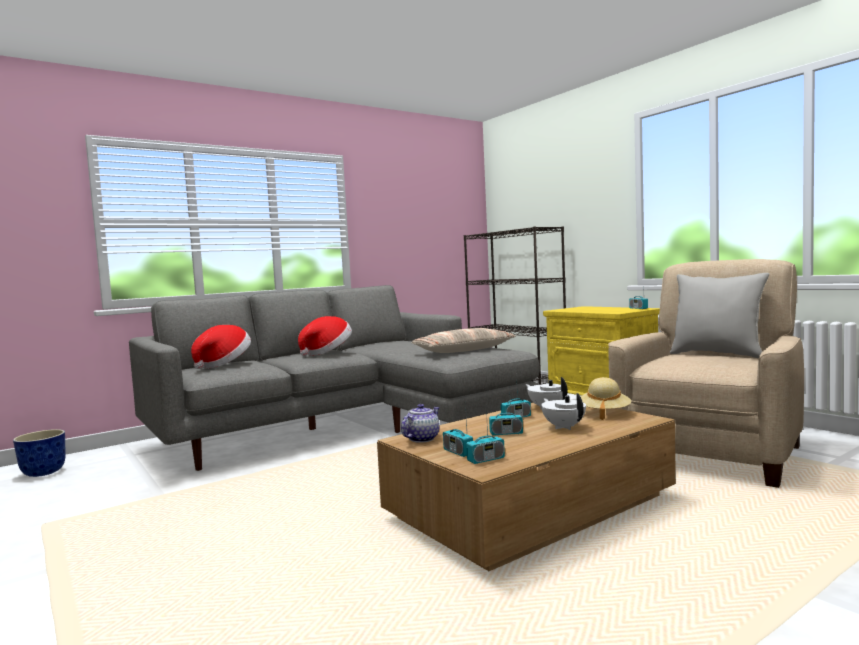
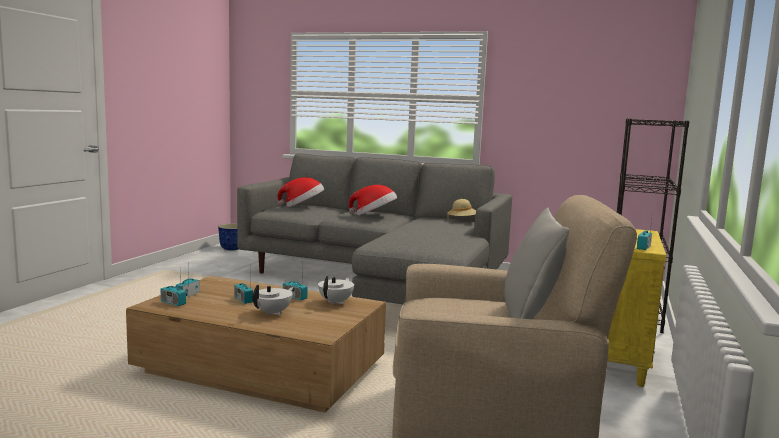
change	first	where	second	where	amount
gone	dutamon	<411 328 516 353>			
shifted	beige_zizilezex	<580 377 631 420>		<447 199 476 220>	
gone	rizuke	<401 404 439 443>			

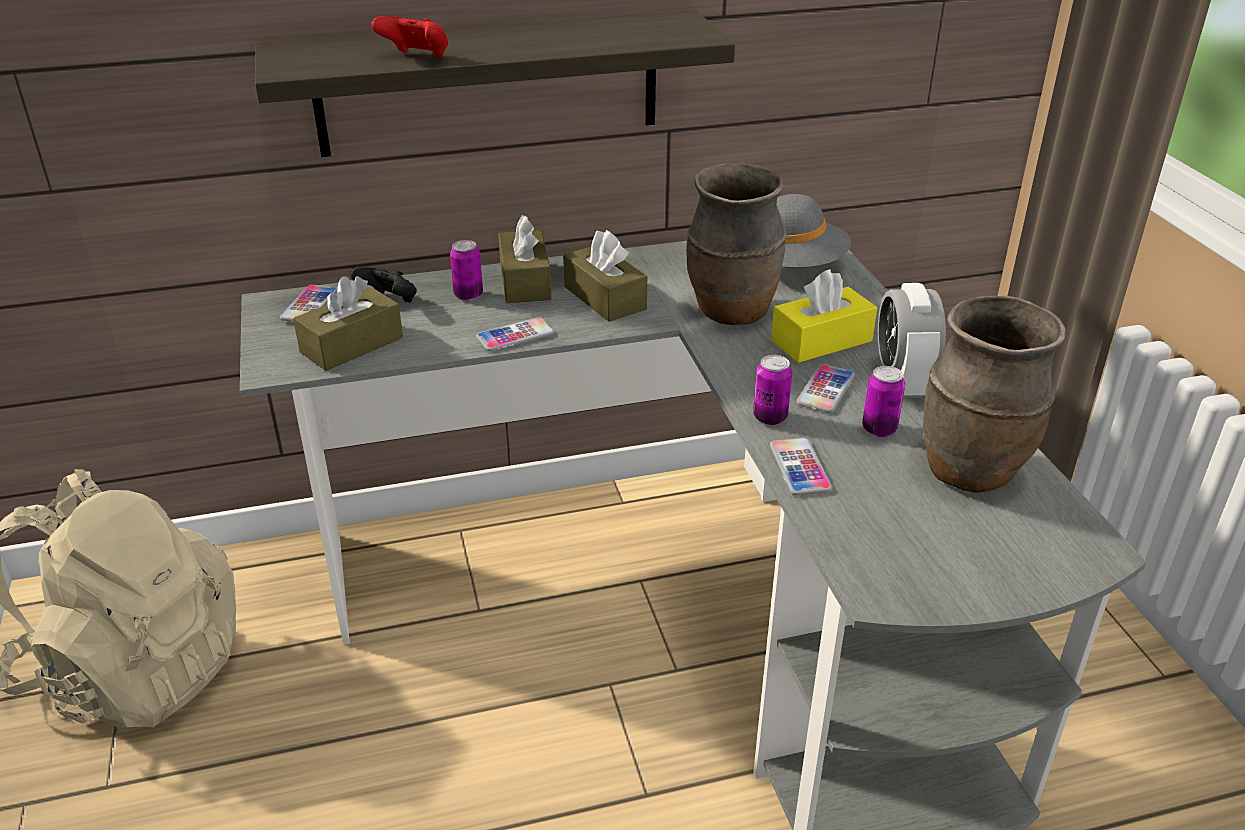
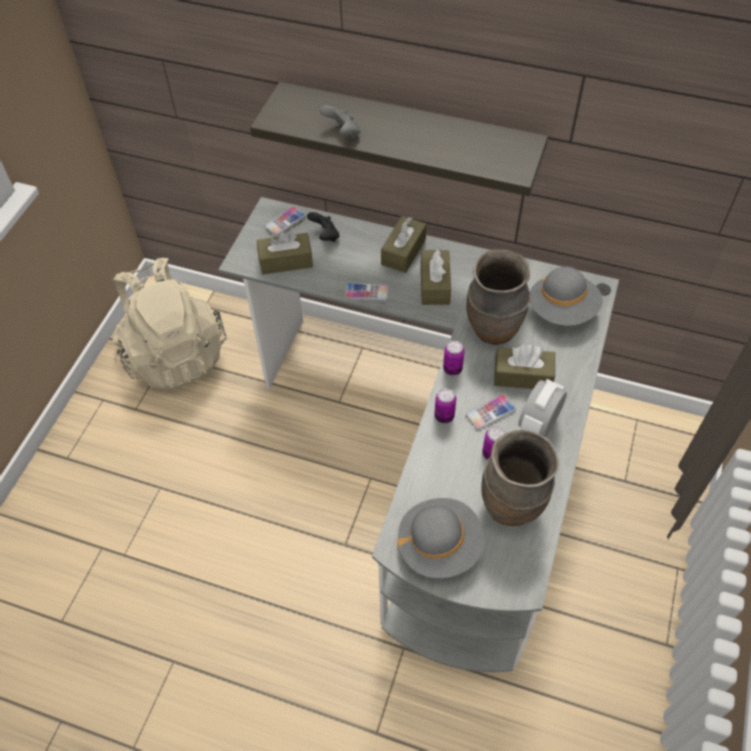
change	first	where	second	where	amount
repainted	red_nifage	<371 16 448 58>	grey_nifage	<320 105 361 138>	
shifted	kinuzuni	<450 240 483 301>		<443 341 465 375>	
repainted	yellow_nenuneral	<771 269 877 363>	brown_nenuneral	<494 345 555 389>	
gone	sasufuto	<770 438 832 496>			
new			grey_zizilezex	<397 498 484 578>	

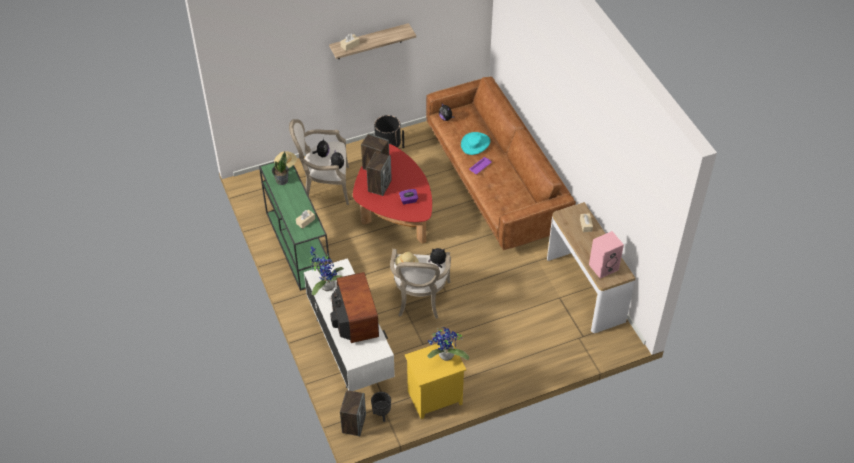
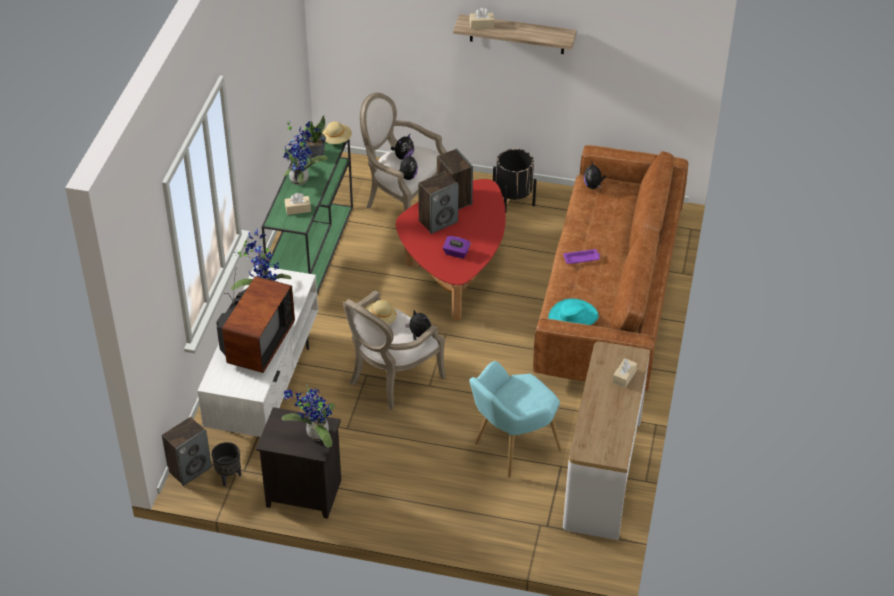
change	first	where	second	where	amount
shifted	turquoise_zizilezex	<461 132 490 155>		<548 299 599 325>	
gone	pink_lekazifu	<589 231 624 278>			
repainted	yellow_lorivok	<405 343 466 419>	black_lorivok	<256 407 341 519>	
new			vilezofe	<283 120 328 185>	
new			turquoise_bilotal	<469 361 562 477>	

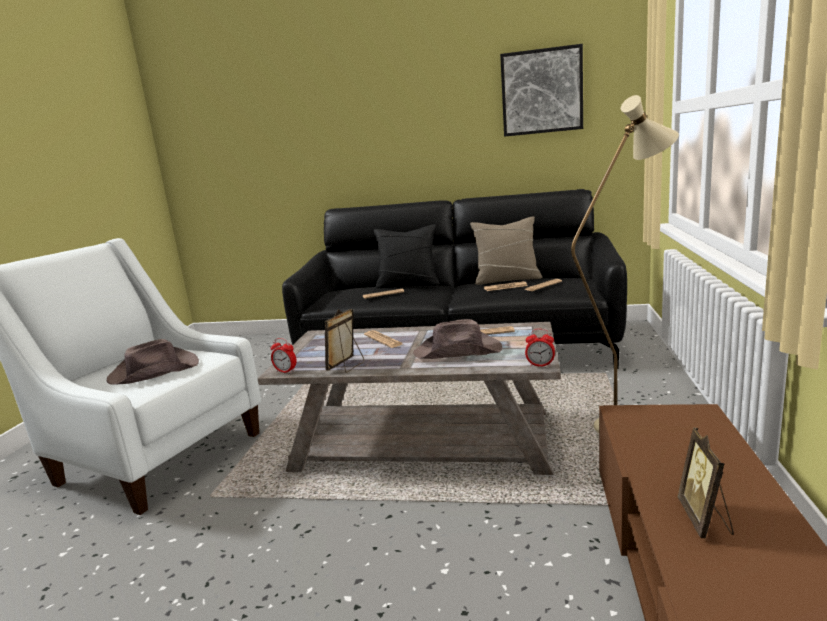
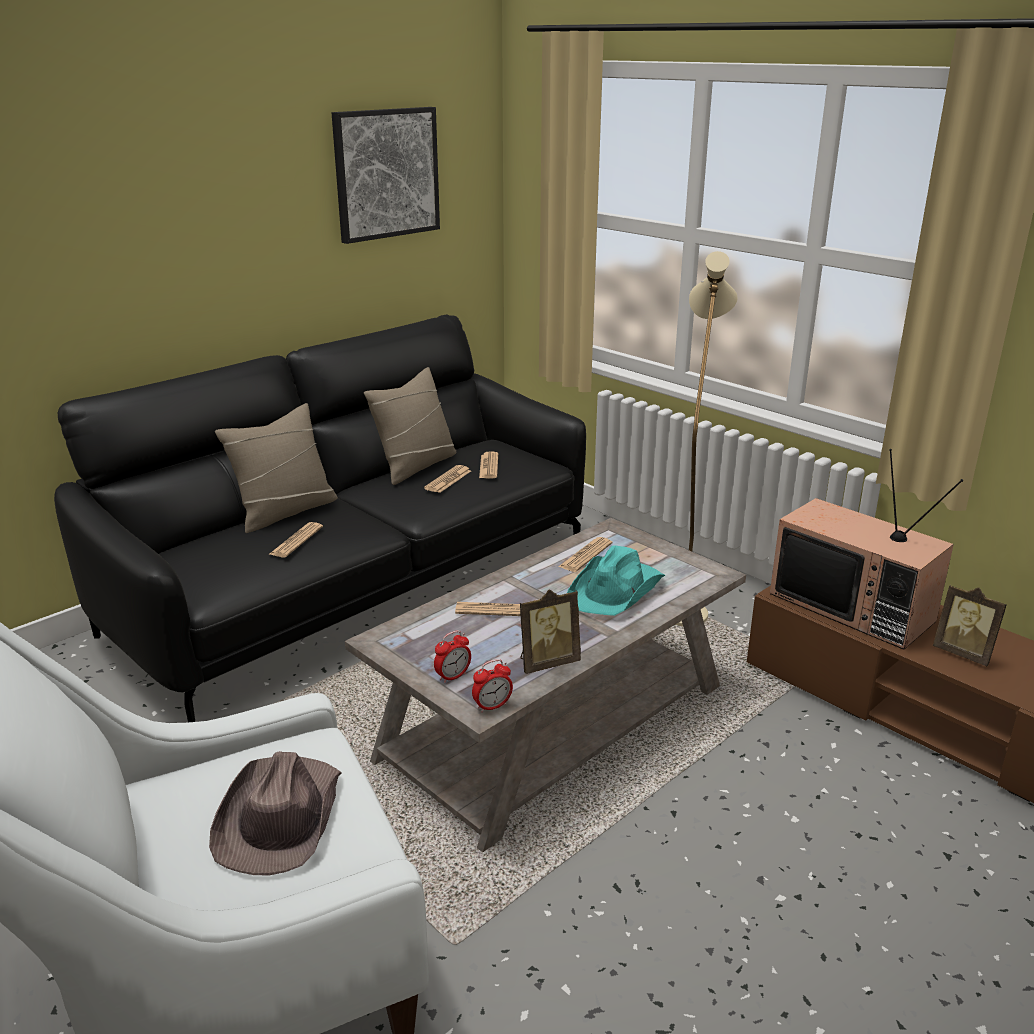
change	first	where	second	where	amount
repainted	black_dutamon	<374 224 440 288>	beige_dutamon	<215 403 338 533>	
rotated	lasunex	<325 309 364 373>		<520 589 581 674>	90 degrees counterclockwise
repainted	brown_zizilezex	<413 319 502 359>	turquoise_zizilezex	<567 545 665 616>	
shifted	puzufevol	<525 329 555 367>		<434 630 471 683>	
new			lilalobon	<770 449 963 650>	

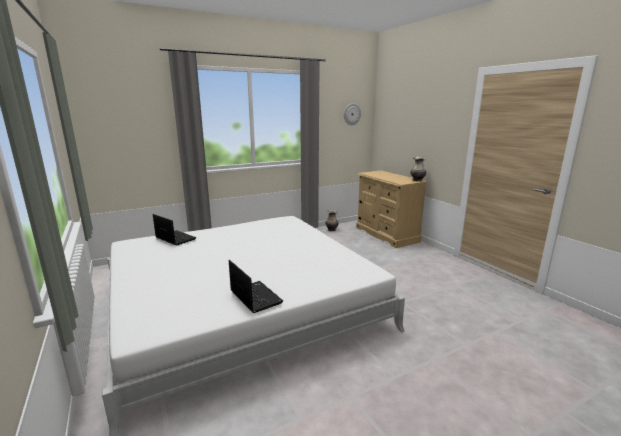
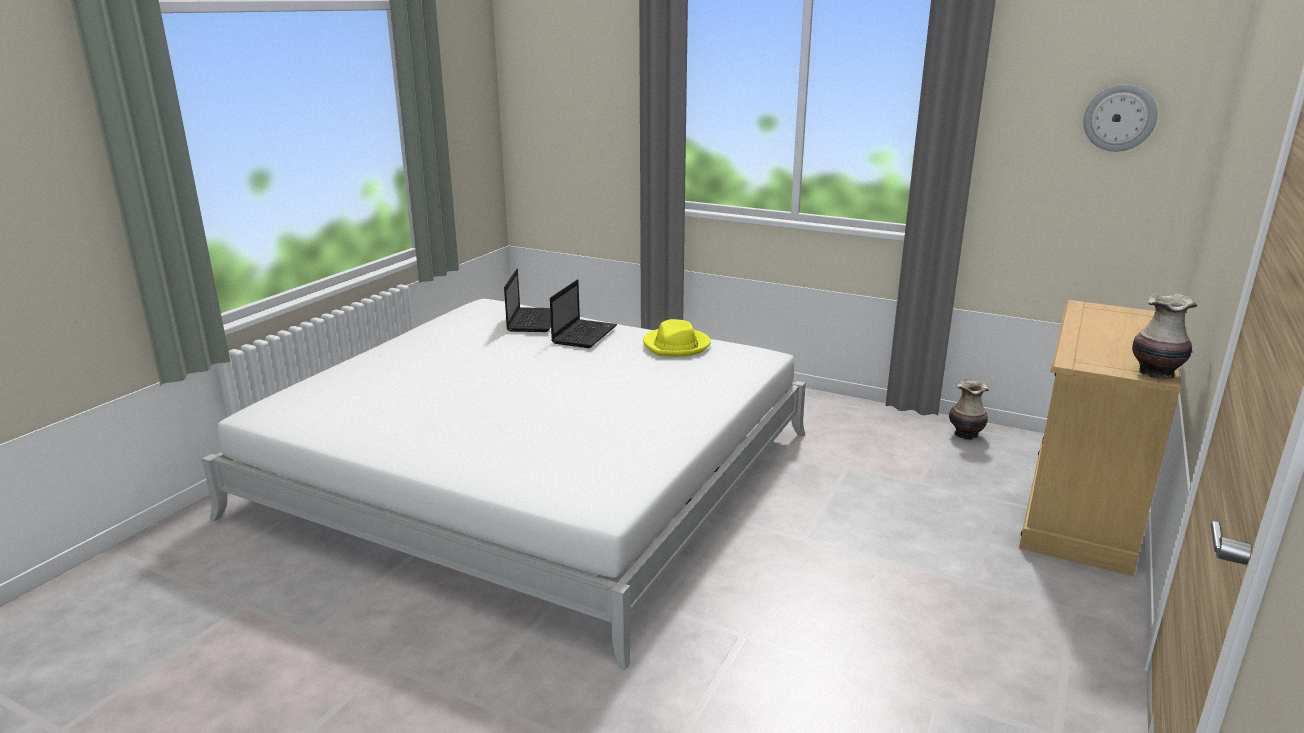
change	first	where	second	where	amount
shifted	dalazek	<229 260 283 313>		<550 280 617 348>	
new			yellow_zizilezex	<643 319 711 357>	

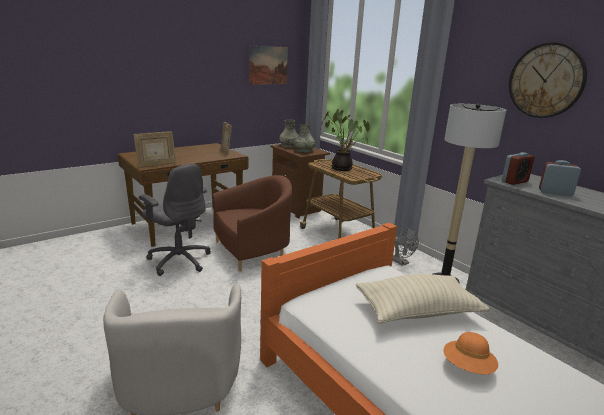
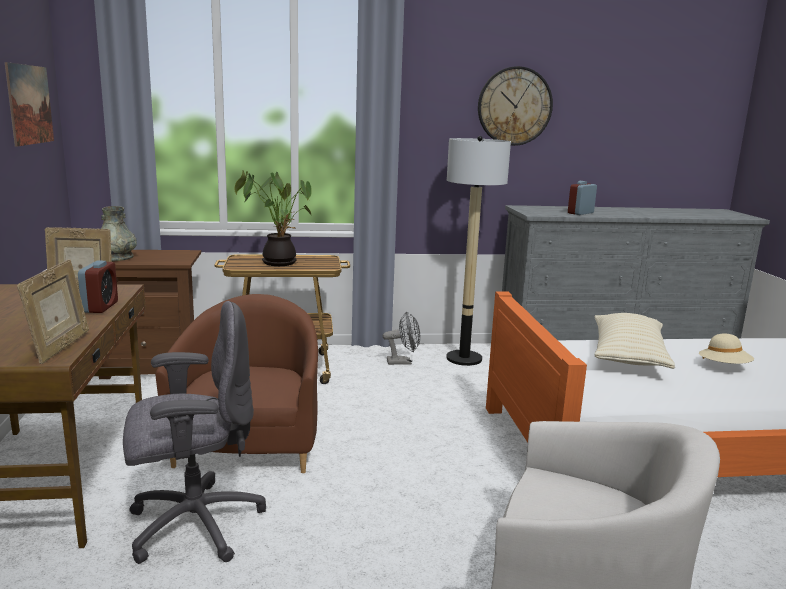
change	first	where	second	where	amount
gone	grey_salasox	<294 124 316 153>			
shifted	puzufevol	<502 152 535 185>		<78 261 118 313>	
repainted	orange_zizilezex	<443 332 498 374>	beige_zizilezex	<699 334 754 364>	

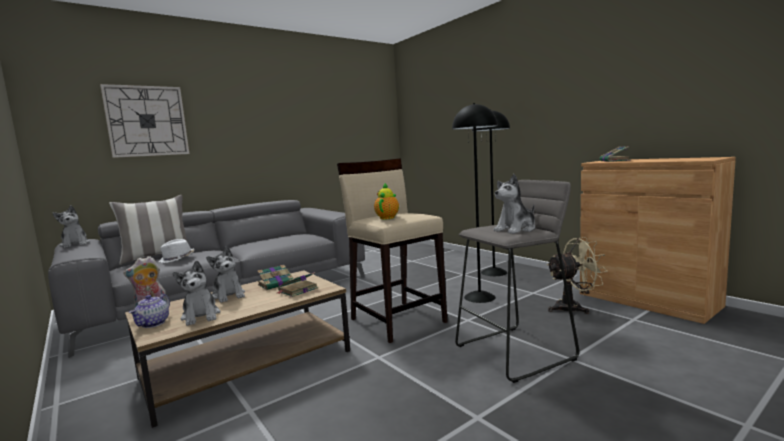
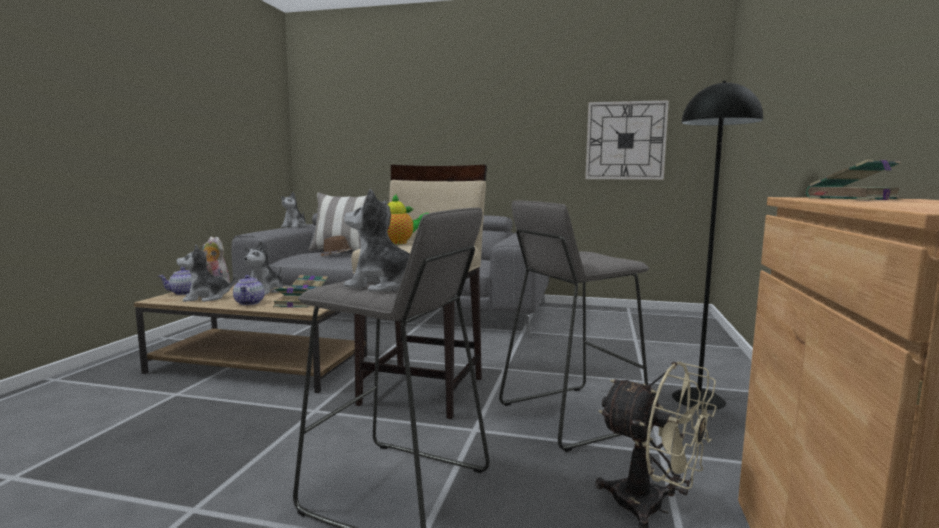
change	first	where	second	where	amount
shifted	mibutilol	<100 84 189 158>		<585 100 669 180>	
swapped	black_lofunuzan	<452 103 498 303>	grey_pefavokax	<499 201 649 452>	
repainted	white_zizilezex	<158 239 194 263>	brown_zizilezex	<320 236 353 256>	
rotated	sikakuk	<173 261 220 326>		<177 244 236 302>	45 degrees clockwise
new			rizuke	<233 275 264 305>	

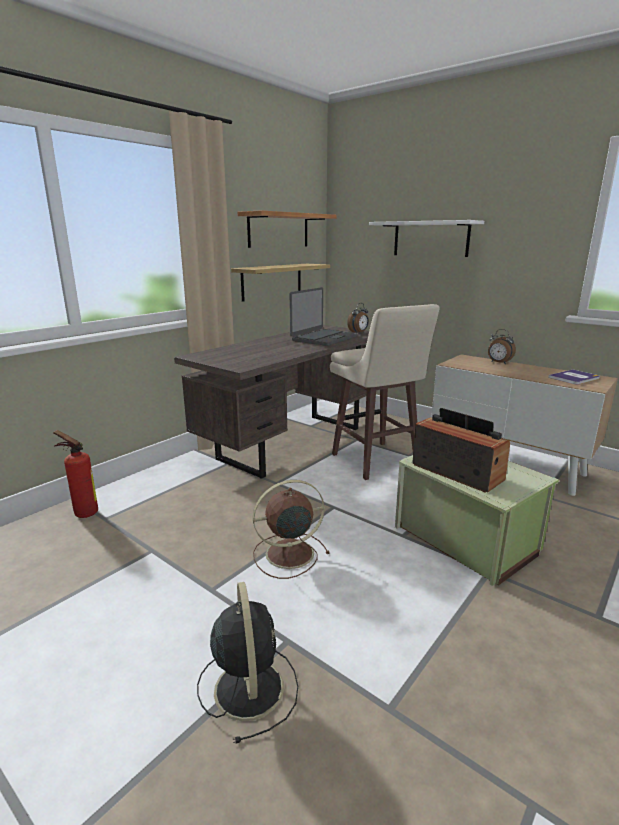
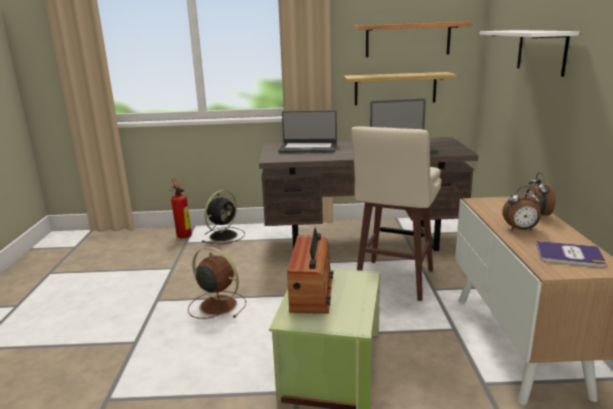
change	first	where	second	where	amount
shifted	puzufevol	<347 303 369 333>		<502 186 543 230>	
shifted	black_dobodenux	<197 582 298 743>		<202 190 245 244>	
new			dalazek	<278 111 337 153>	

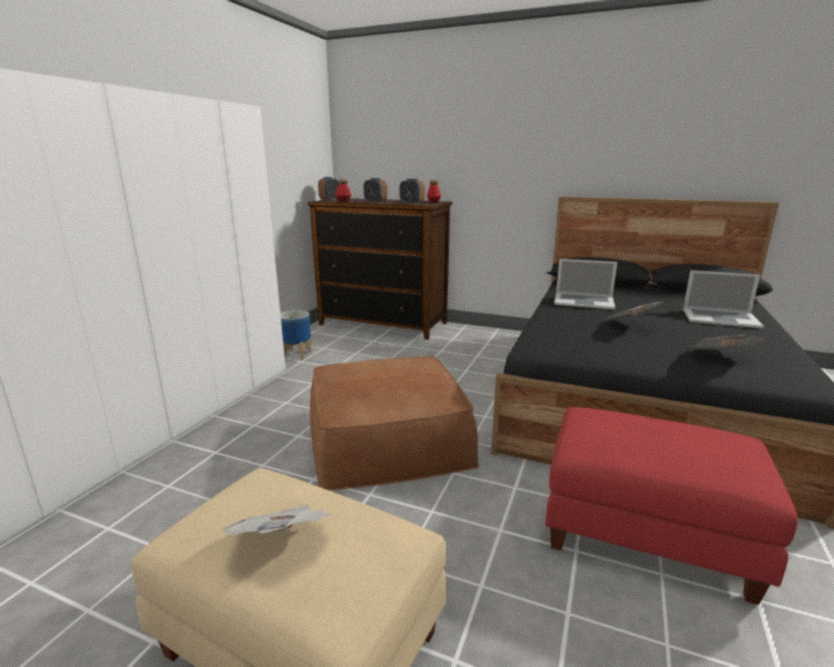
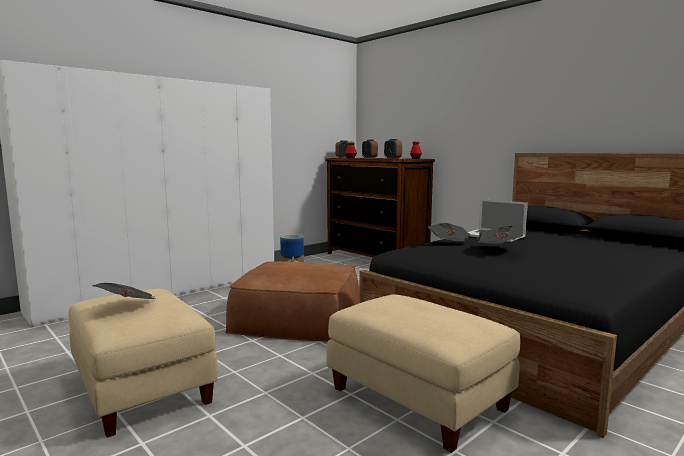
change	first	where	second	where	amount
gone	dalazek	<683 270 764 329>			
shifted	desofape	<691 335 764 348>		<428 223 471 241>	
repainted	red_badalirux	<545 407 798 605>	beige_badalirux	<327 294 520 453>	

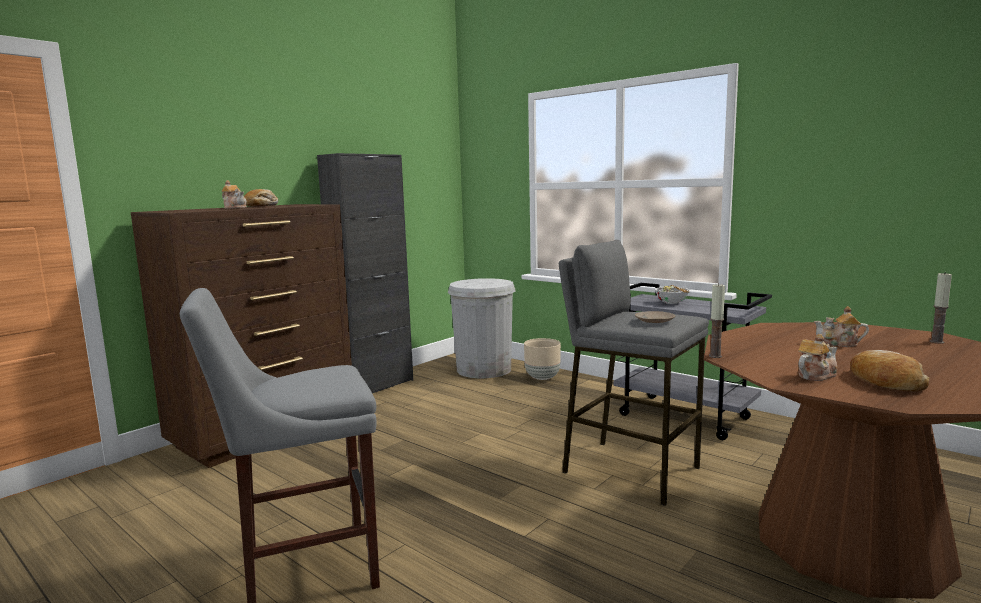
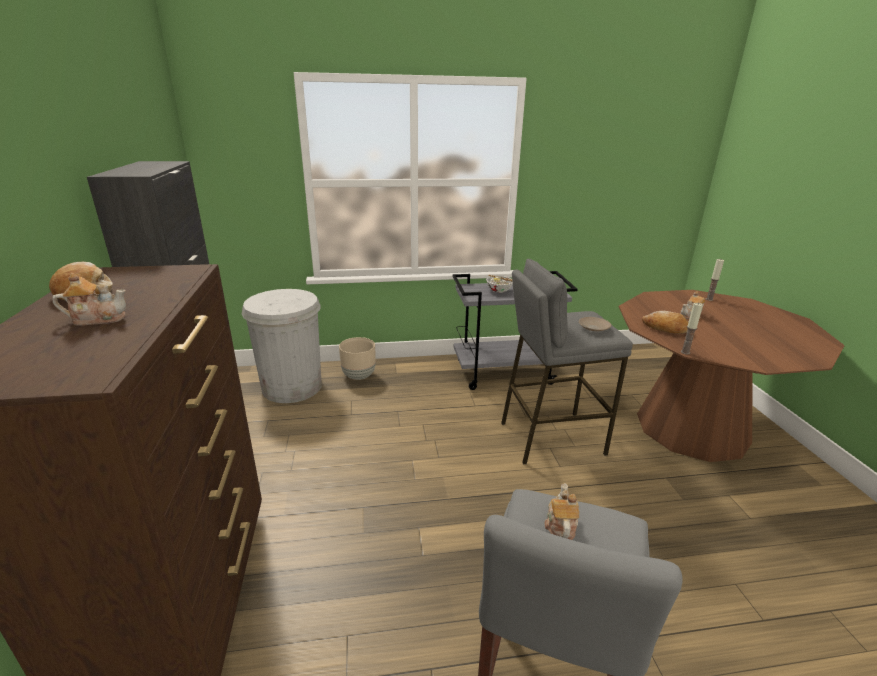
change	first	where	second	where	amount
shifted	rizuke	<798 334 837 381>		<545 483 579 540>	
shifted	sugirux	<850 350 929 392>		<642 311 688 334>	

